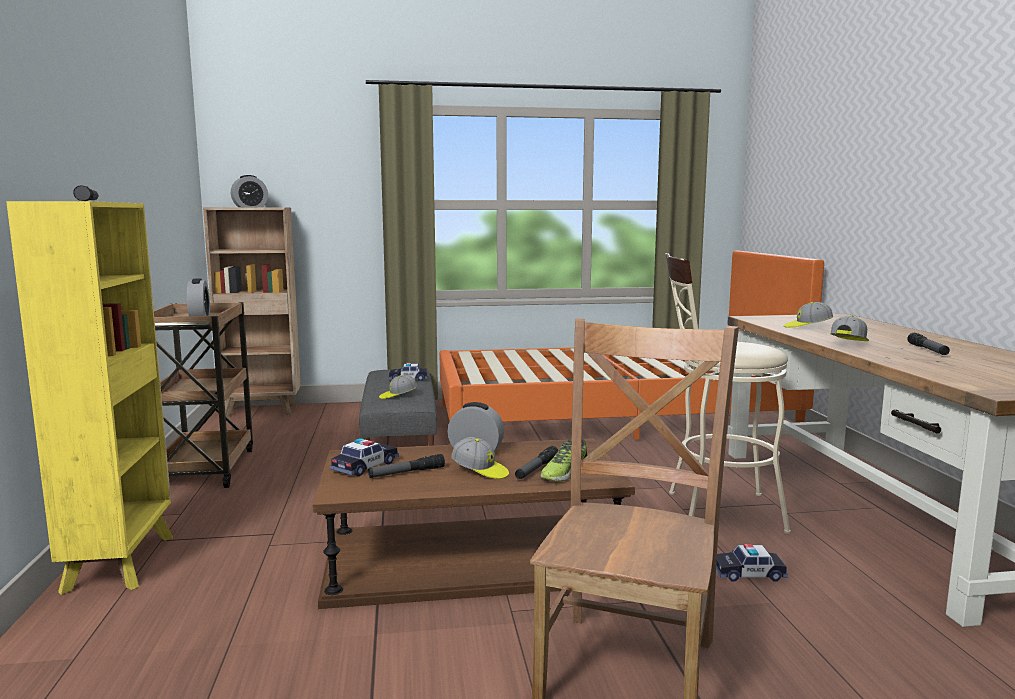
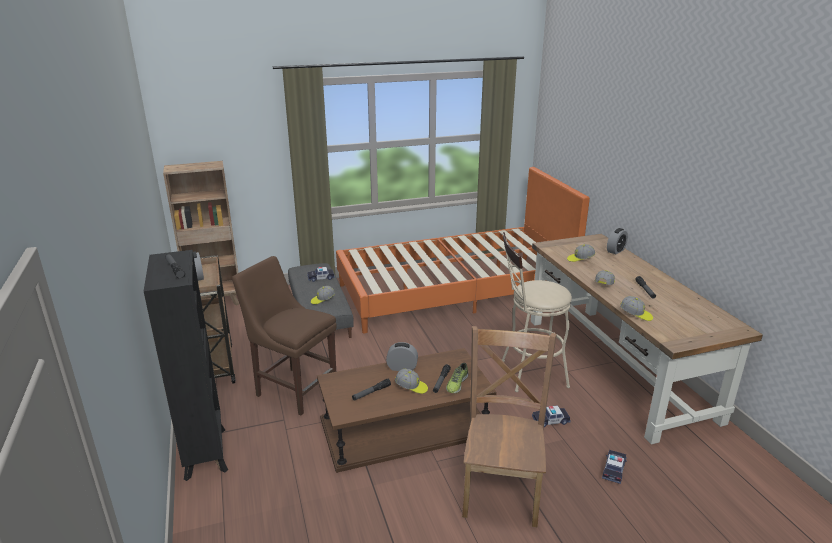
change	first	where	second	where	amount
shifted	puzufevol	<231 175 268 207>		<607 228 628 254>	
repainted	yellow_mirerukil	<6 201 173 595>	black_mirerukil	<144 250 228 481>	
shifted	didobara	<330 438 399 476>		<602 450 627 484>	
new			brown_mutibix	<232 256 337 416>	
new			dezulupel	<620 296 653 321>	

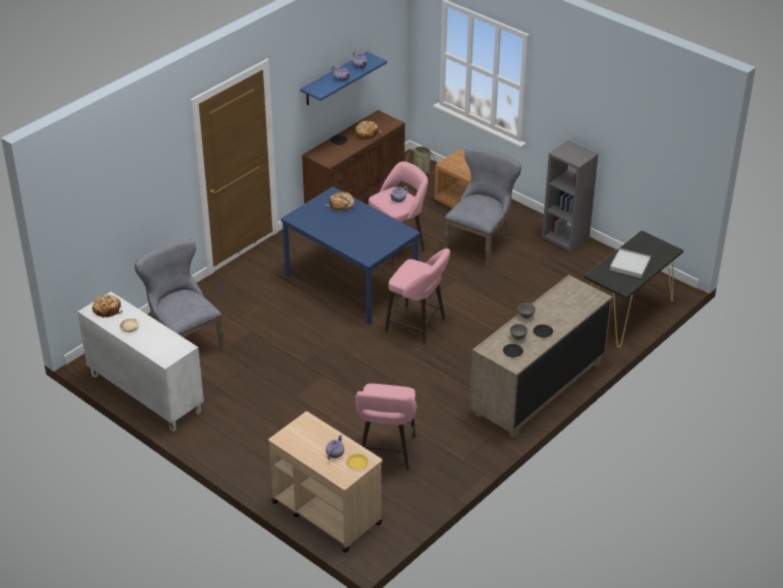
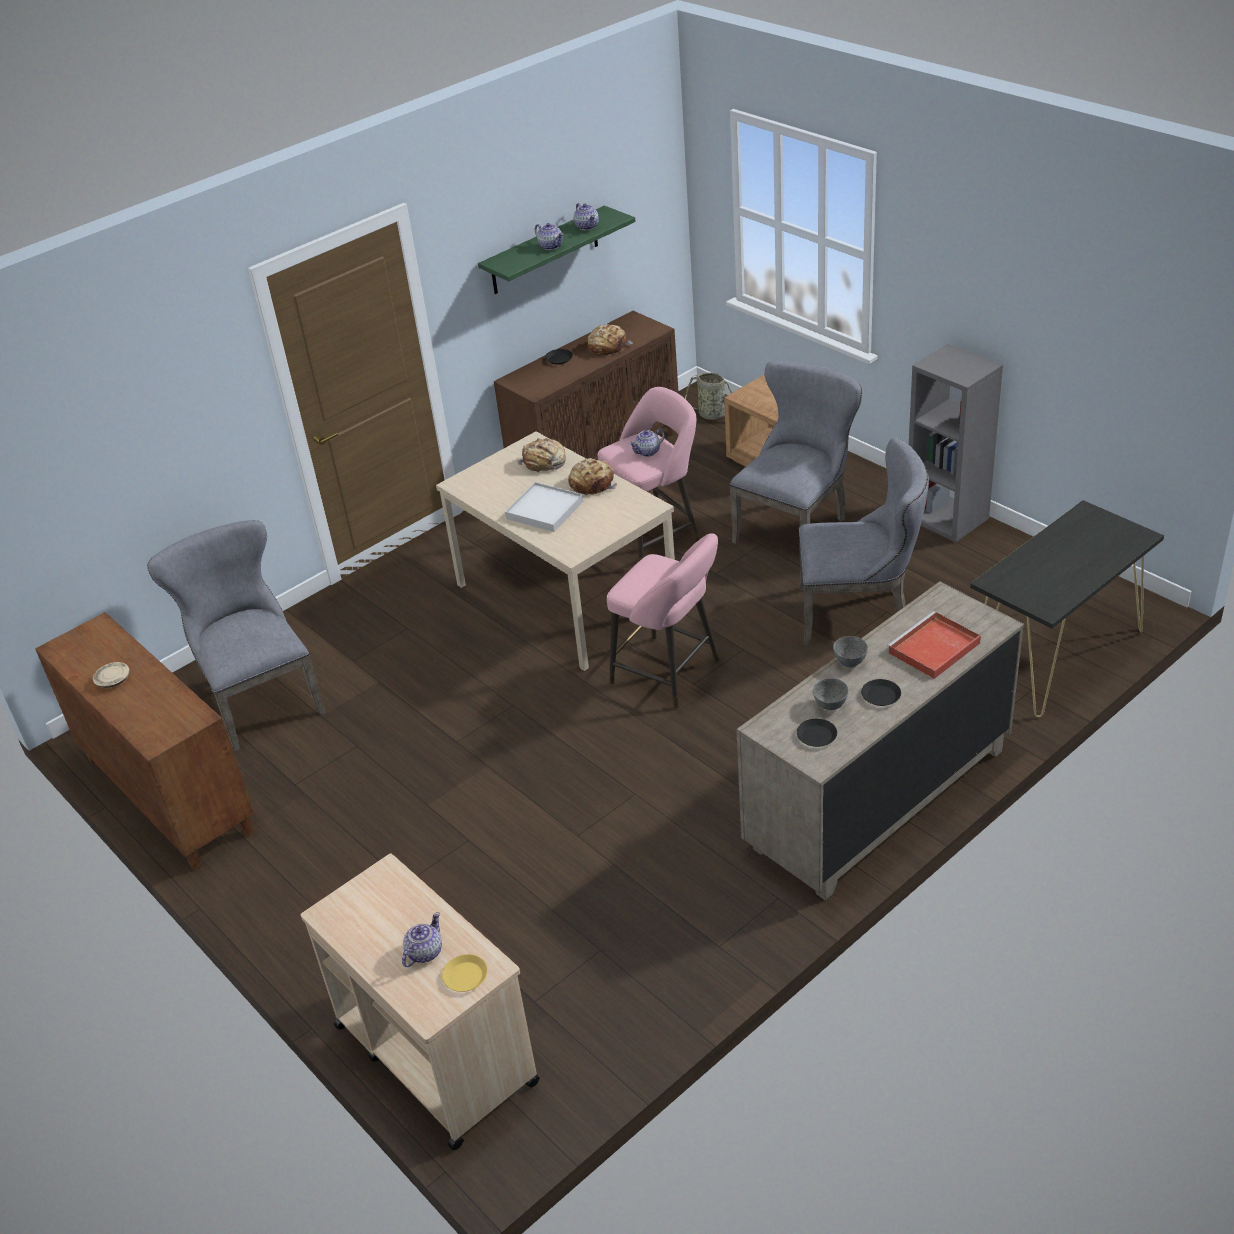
change	first	where	second	where	amount
repainted	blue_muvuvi	<300 52 387 106>	green_muvuvi	<478 206 636 294>	
repainted	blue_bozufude	<281 186 420 325>	beige_bozufude	<436 431 675 671>	
shifted	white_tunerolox	<610 248 651 278>		<505 482 583 532>	
repainted	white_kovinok	<78 292 204 432>	brown_kovinok	<35 612 254 871>	
shifted	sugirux	<92 294 123 318>		<568 458 617 495>	
gone	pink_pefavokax	<355 384 417 471>			
new			grey_mutibix	<799 438 929 646>	
new			red_tunerolox	<887 611 981 679>	

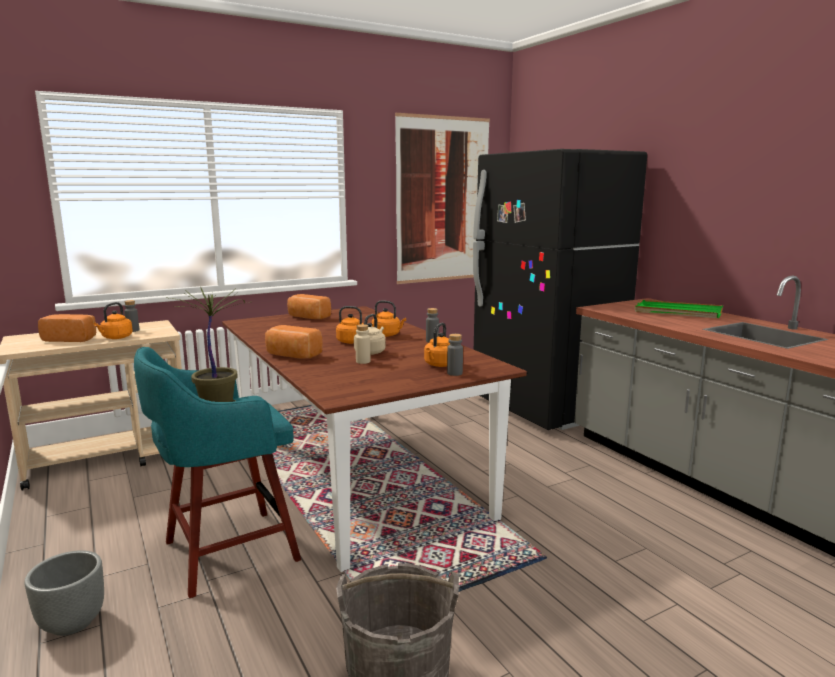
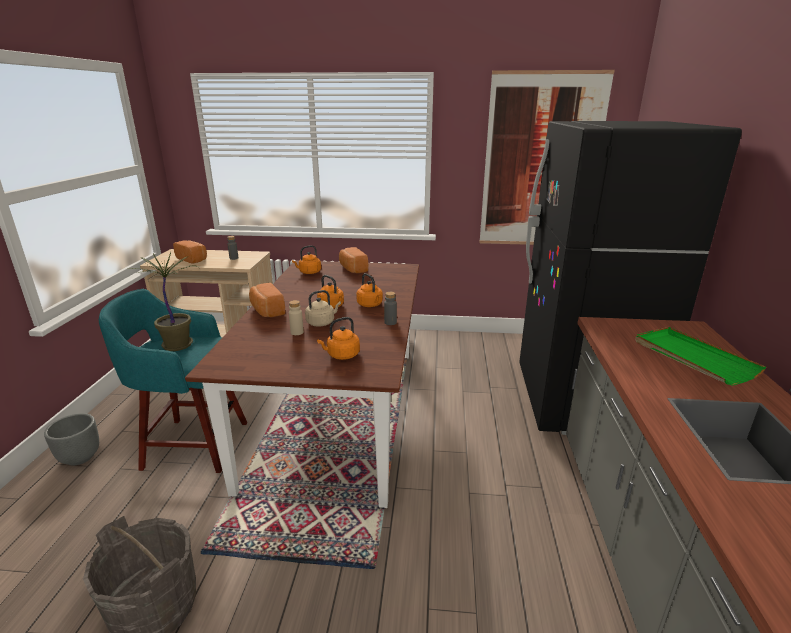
change	first	where	second	where	amount
shifted	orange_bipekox	<94 302 133 339>		<292 245 321 274>	
gone	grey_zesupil	<447 334 463 376>			

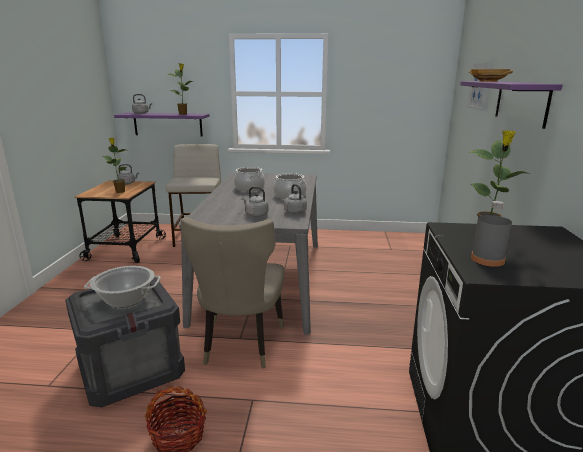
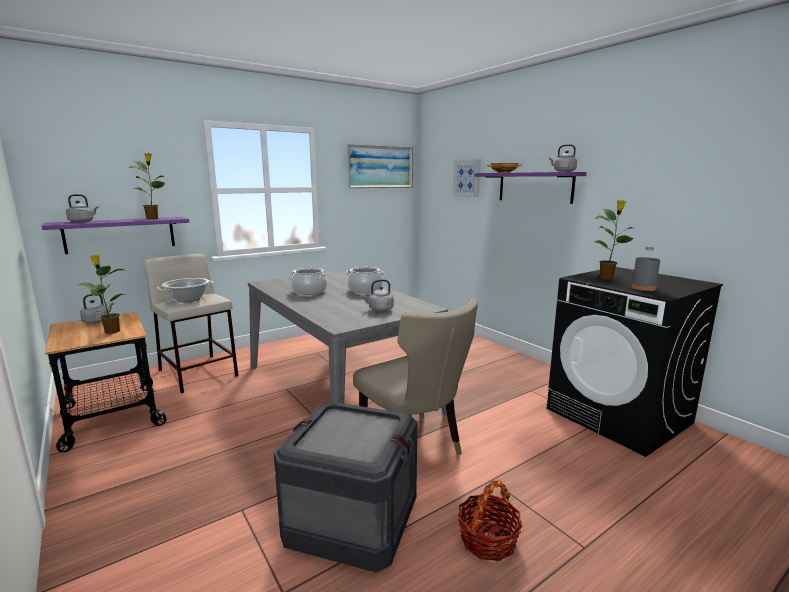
change	first	where	second	where	amount
shifted	grey_bipekox	<284 184 307 214>		<549 144 577 172>	
shifted	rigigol	<84 266 161 308>		<157 278 214 302>	
new			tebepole	<347 144 413 188>	

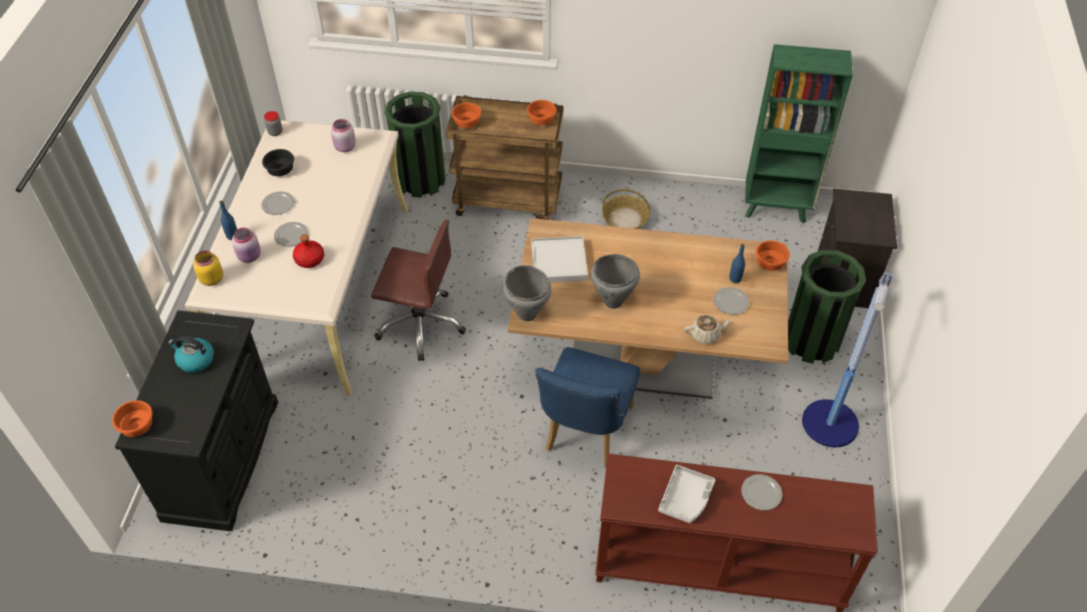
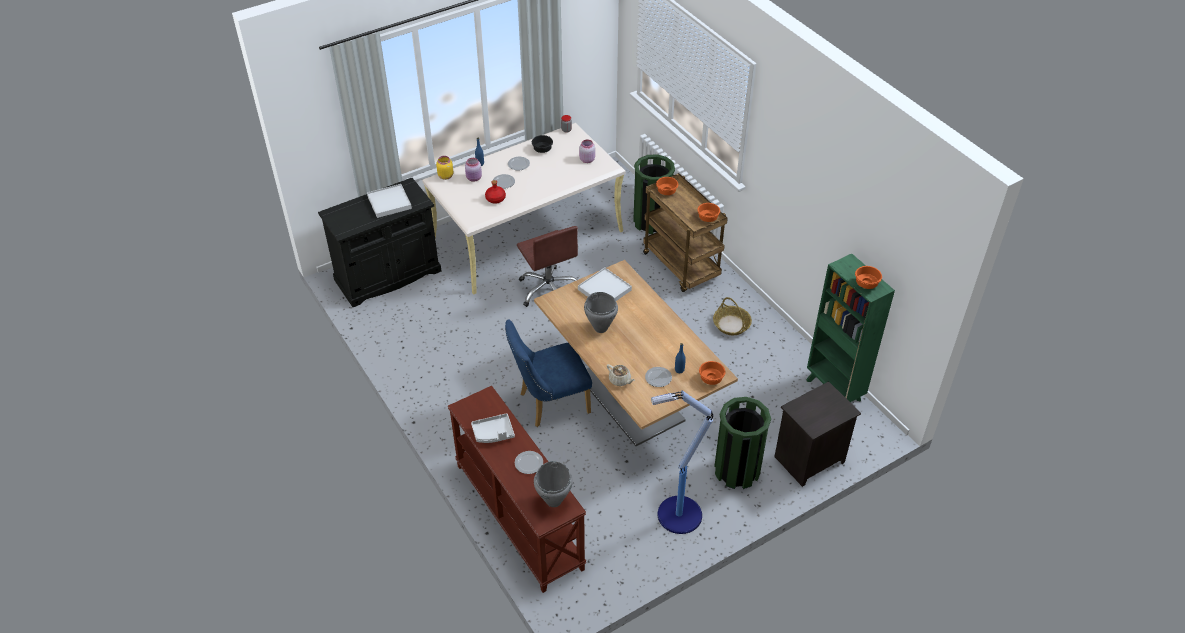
change	first	where	second	where	amount
shifted	grey_rigigol	<503 265 551 321>		<534 461 573 507>	
swapped	bipekox	<168 336 214 373>	white_tunerolox	<367 184 412 218>	
shifted	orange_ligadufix	<112 400 152 437>		<855 266 882 289>	

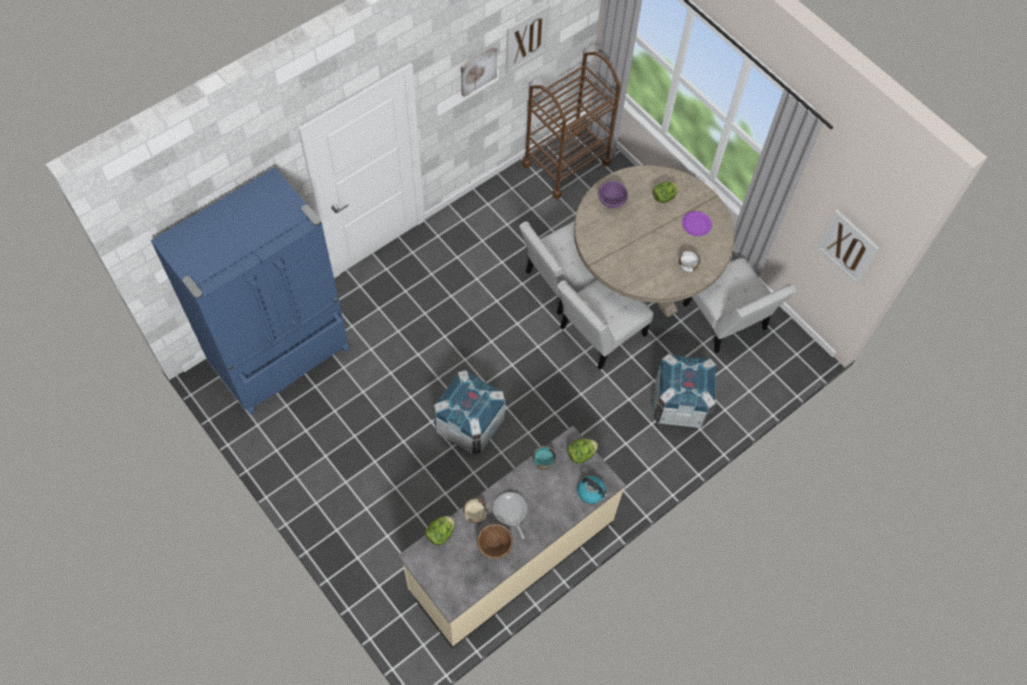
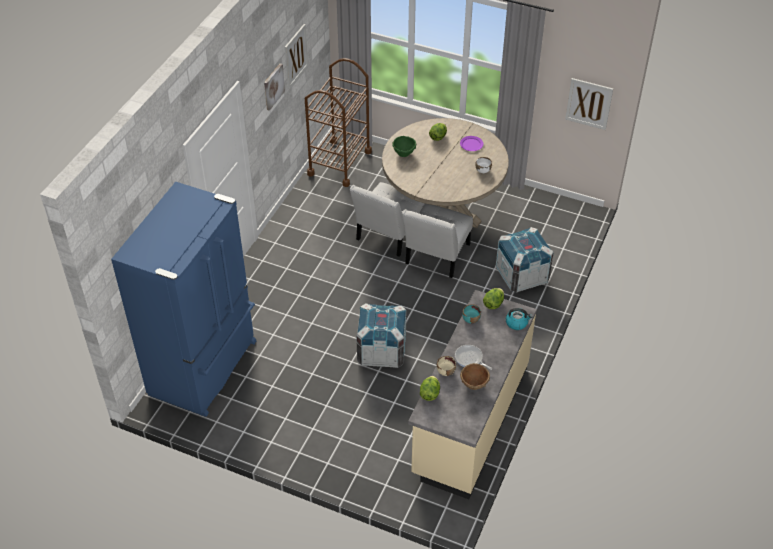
change	first	where	second	where	amount
repainted	purple_ligadufix	<598 181 628 208>	green_ligadufix	<392 136 416 157>	
gone	white_mutibix	<683 257 797 353>			

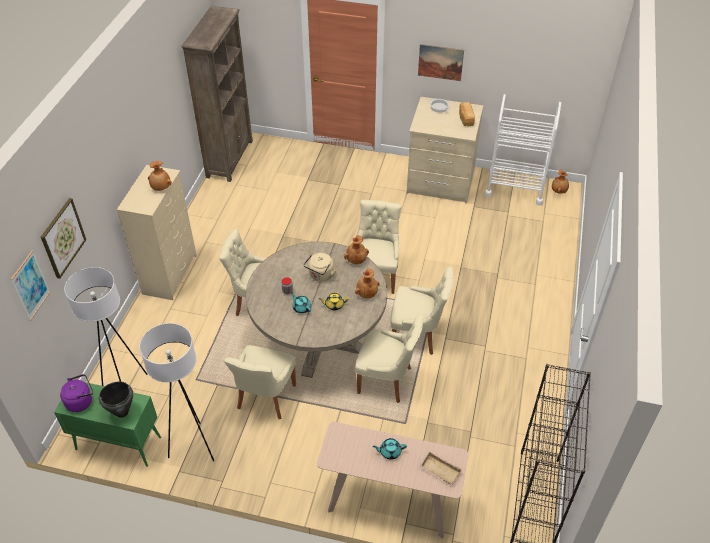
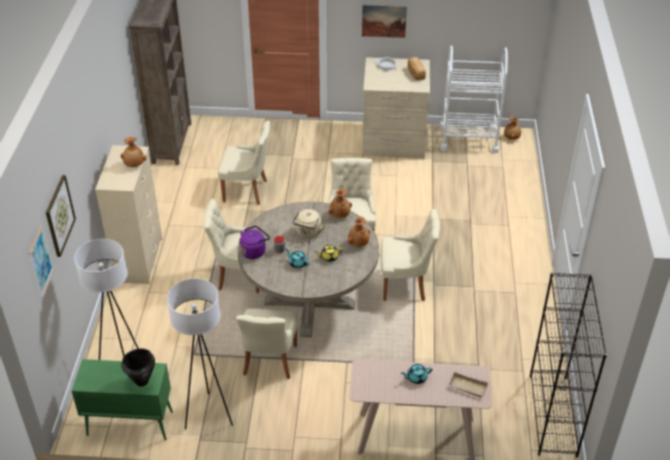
change	first	where	second	where	amount
shifted	beige_mutibix	<355 314 424 403>		<218 121 270 205>	
shifted	purple_bipekox	<60 374 93 412>		<239 226 270 259>	

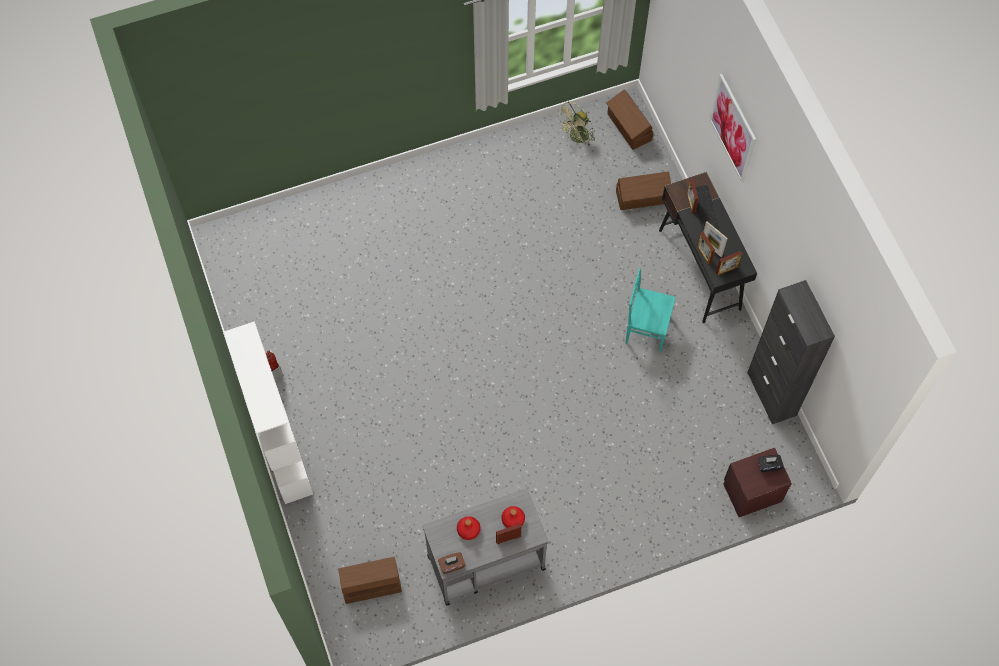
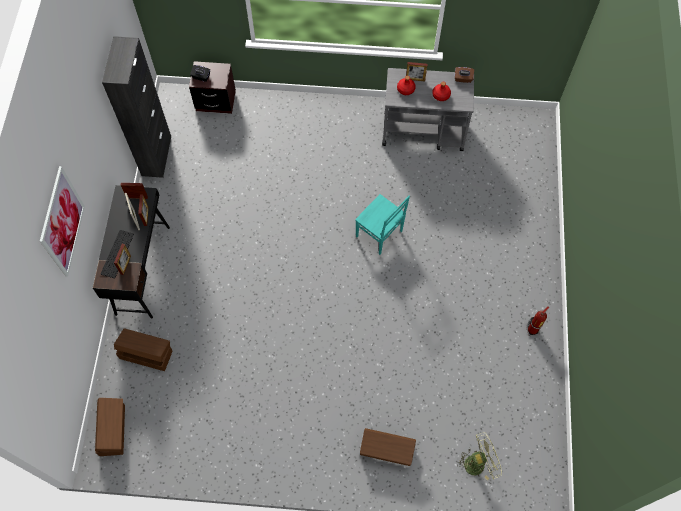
change	first	where	second	where	amount
shifted	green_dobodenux	<556 101 595 146>		<457 432 502 480>	
shifted	turquoise_mutibix	<625 268 676 352>		<355 194 410 255>	
gone	white_mirerukil	<224 321 313 504>			
shifted	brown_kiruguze	<339 557 402 604>		<360 428 416 466>	

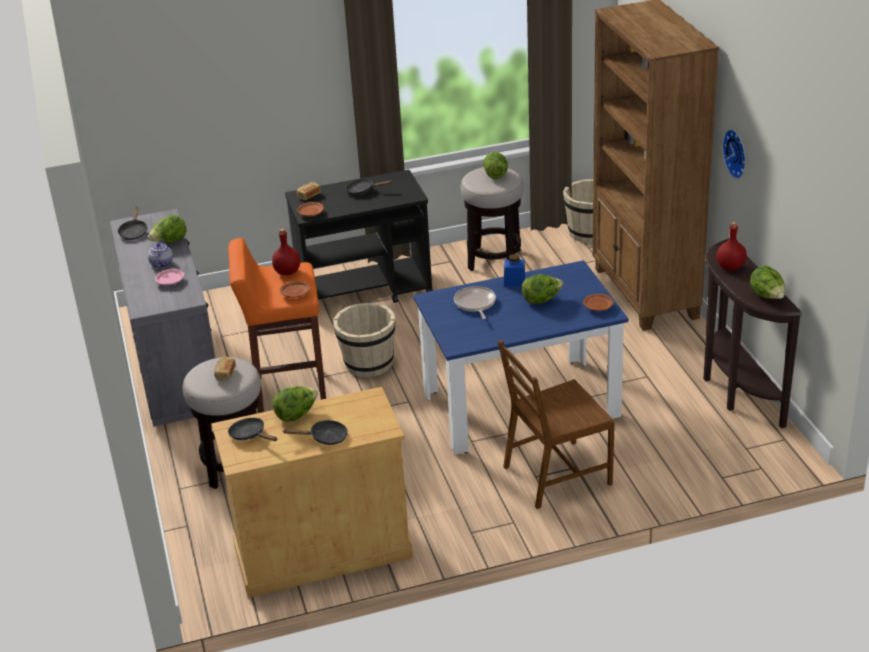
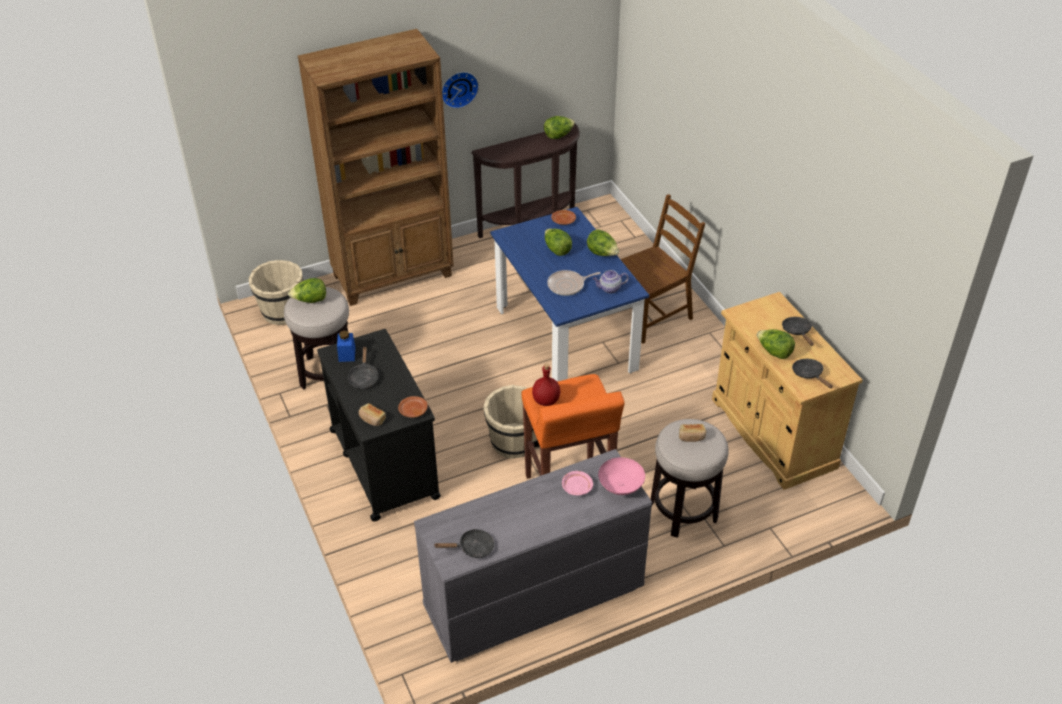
change	first	where	second	where	amount
shifted	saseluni	<148 215 187 243>		<587 229 619 256>	
gone	red_zesupil	<716 222 747 271>			
shifted	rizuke	<148 239 173 268>		<593 270 629 293>	
shifted	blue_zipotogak	<504 254 525 287>		<337 330 356 362>	
gone	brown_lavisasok	<280 281 310 298>			
rotated	brown_mutibix	<498 340 615 509>		<620 194 705 344>	90 degrees counterclockwise
rotated	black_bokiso	<228 418 277 441>		<792 359 833 388>	120 degrees clockwise
new			pink_ligadufix	<598 457 645 495>	

